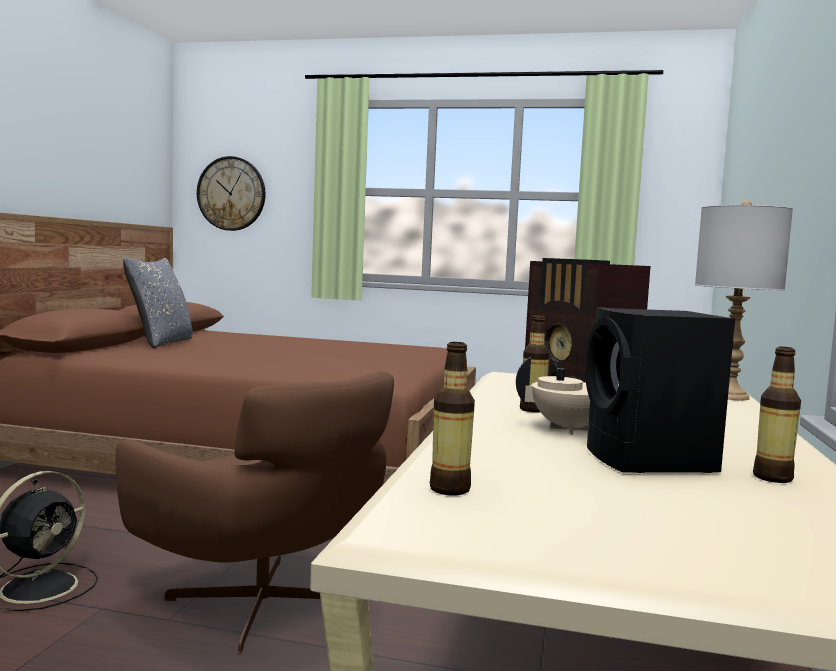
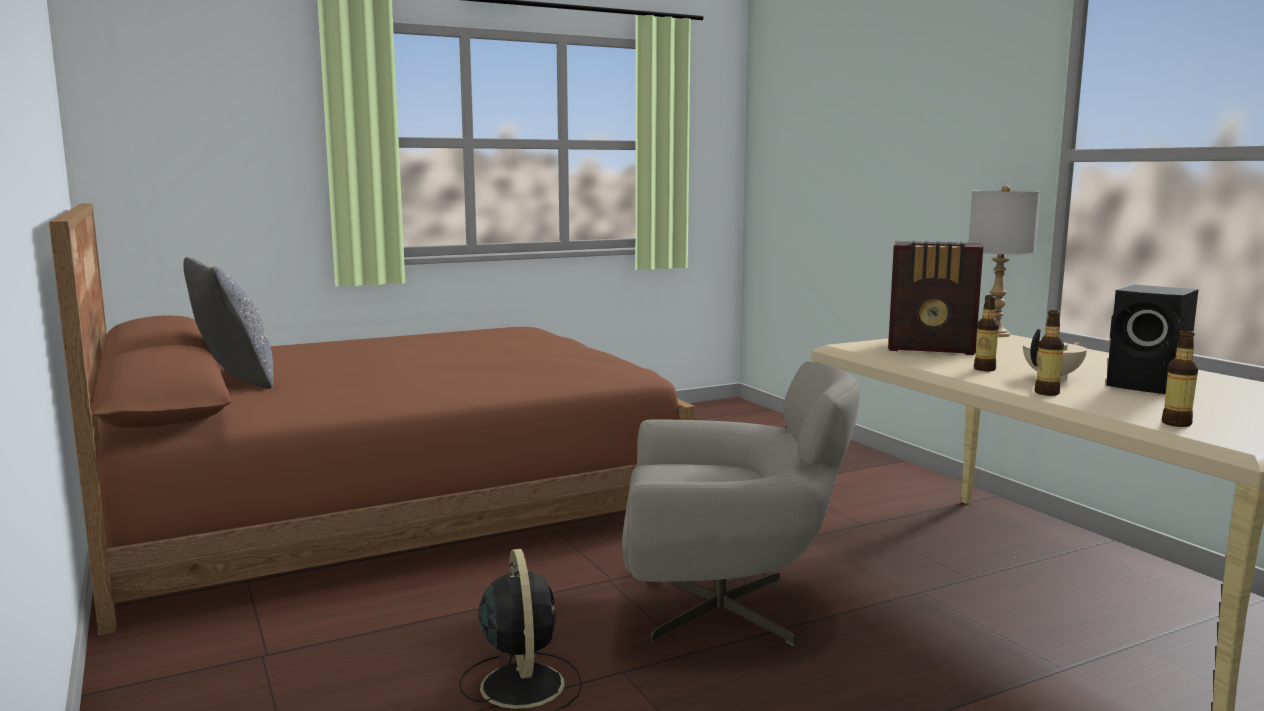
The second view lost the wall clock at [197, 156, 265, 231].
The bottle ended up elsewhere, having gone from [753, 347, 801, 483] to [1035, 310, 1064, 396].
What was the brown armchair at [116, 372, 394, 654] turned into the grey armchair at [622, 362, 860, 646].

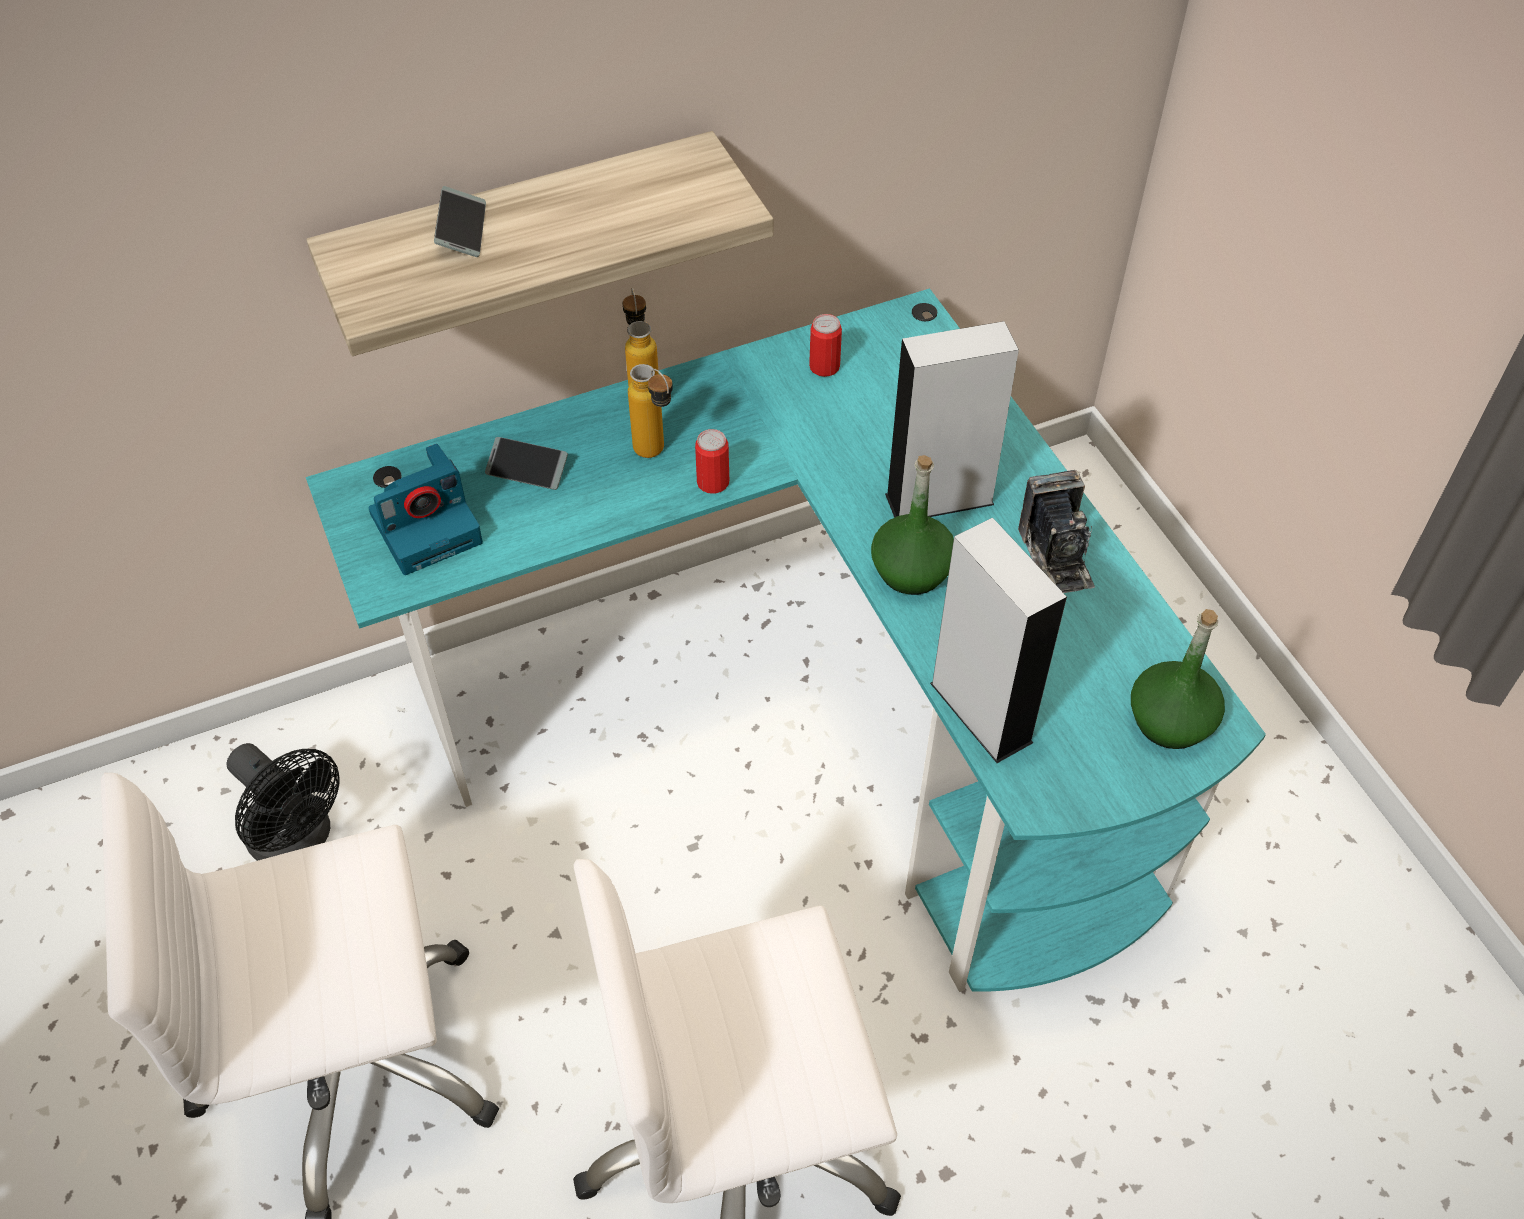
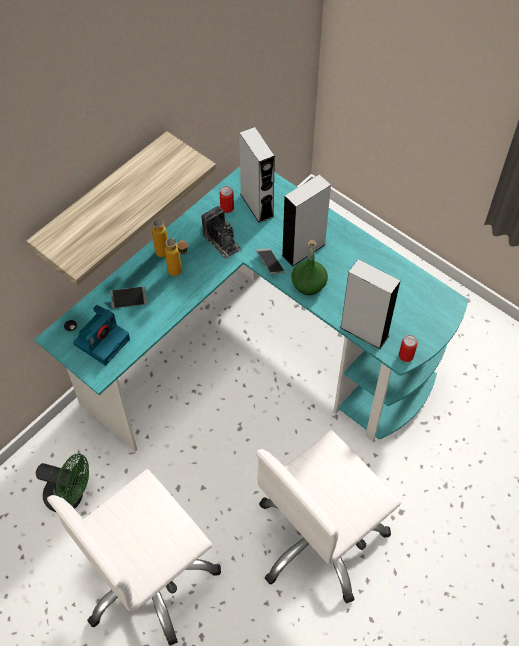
The phone ended up elsewhere, having gone from [434, 186, 486, 257] to [256, 248, 285, 275].
The can ended up elsewhere, having gone from [695, 429, 729, 494] to [399, 335, 417, 362].
The photo camera ended up elsewhere, having gone from [1018, 470, 1095, 593] to [202, 206, 242, 259].
The second view lost the green bottle at [1131, 609, 1225, 749].
What was the black fan at [227, 743, 340, 861] turned into the green fan at [36, 454, 89, 512].
The second view gained the grey speaker at [239, 127, 275, 223].

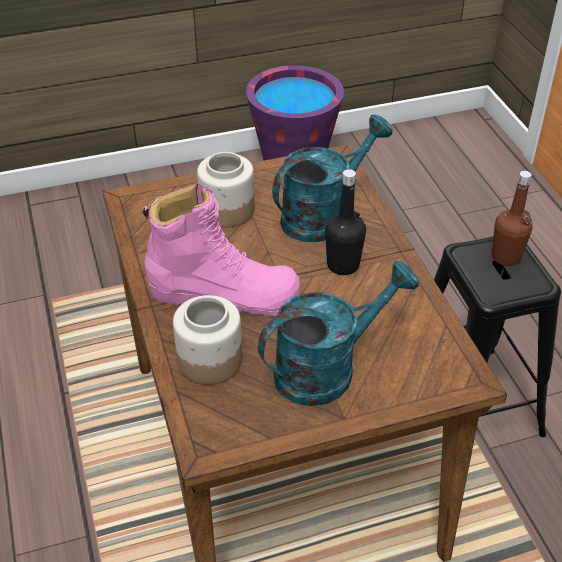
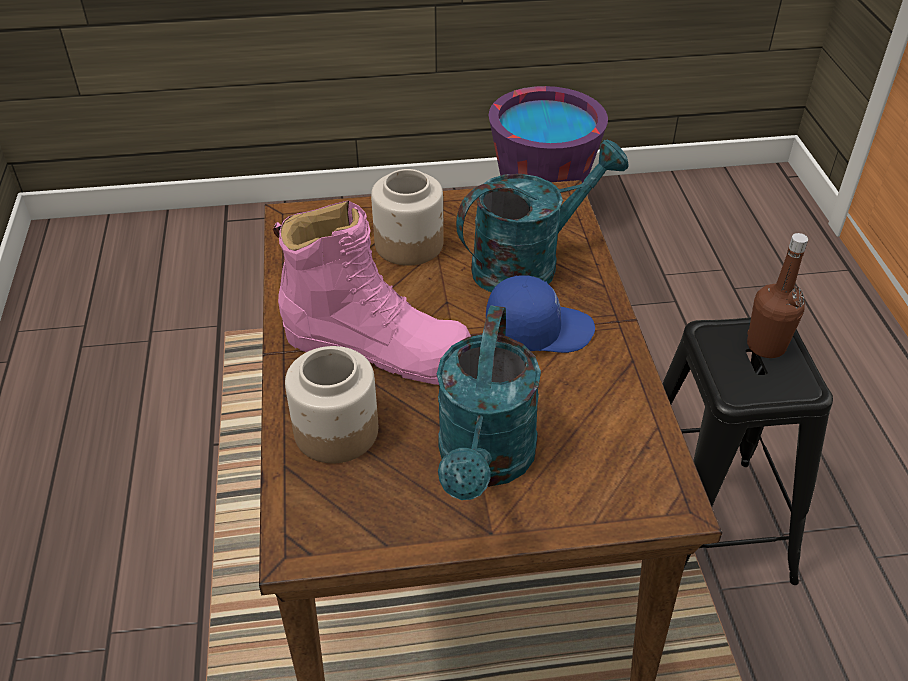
Where the black bottle stood at [325, 169, 366, 275], the blue cap came to stand at [486, 275, 595, 353].
The turquoise watering can at [258, 261, 419, 406] ended up facing another way, 120 degrees clockwise from before.

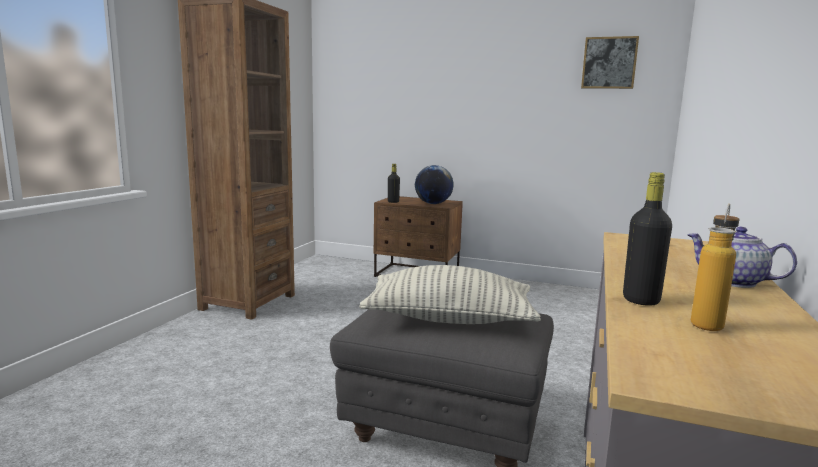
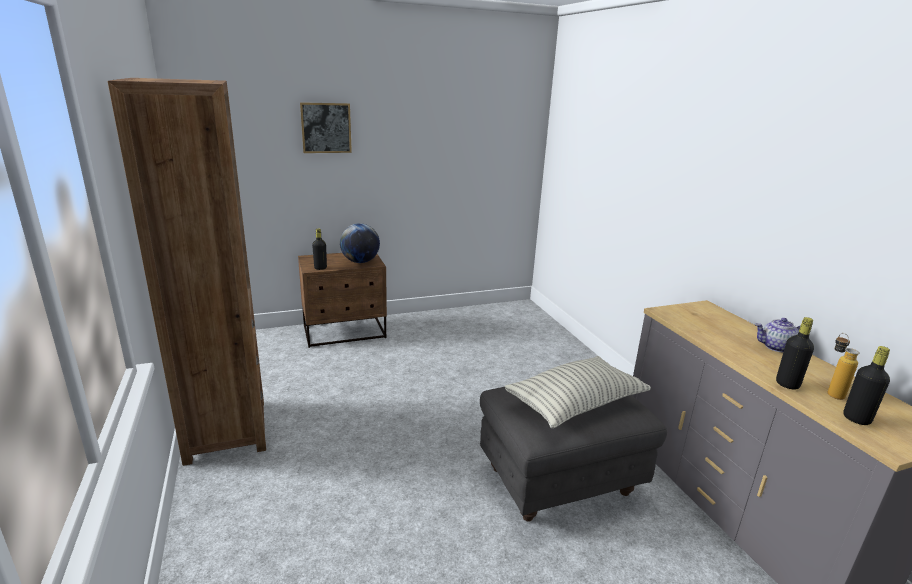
The picture ended up elsewhere, having gone from [581, 36, 639, 89] to [300, 102, 352, 153].
The second view gained the black bottle at [843, 346, 890, 425].

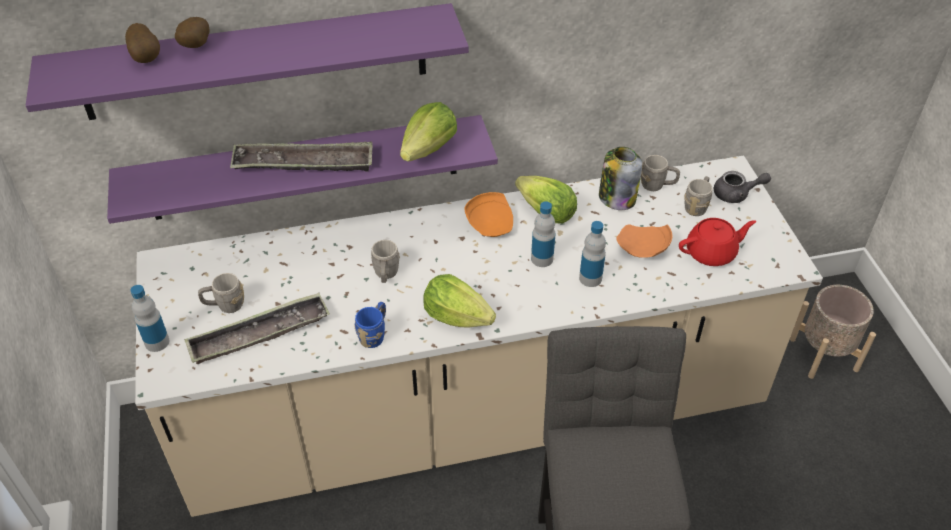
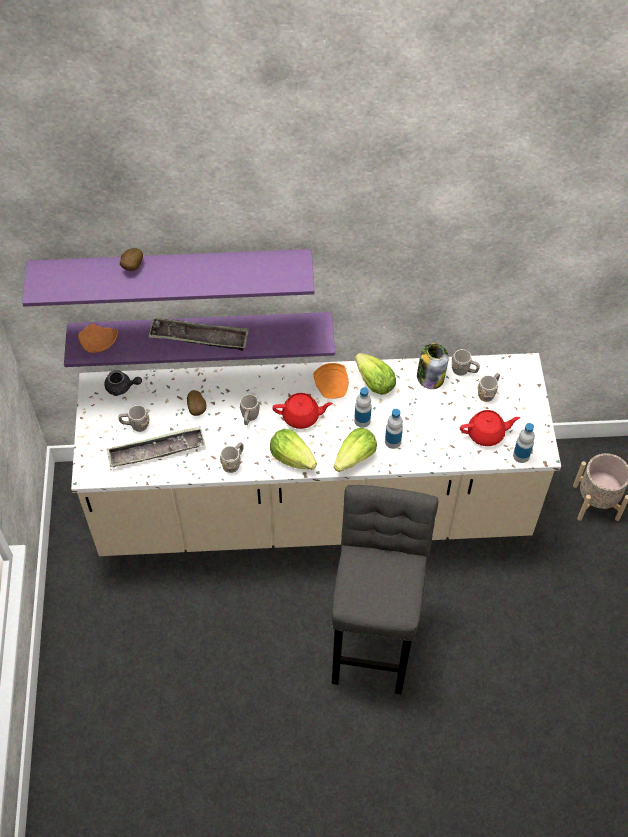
The potato ended up elsewhere, having gone from [125, 23, 160, 63] to [187, 390, 206, 416].
The lettuce ended up elsewhere, having gone from [400, 102, 457, 162] to [334, 428, 377, 472].
The grey teapot ended up elsewhere, having gone from [714, 171, 771, 203] to [104, 370, 142, 396].
The orange plate ended up elsewhere, having gone from [616, 224, 672, 258] to [78, 324, 118, 353].
The bottle ended up elsewhere, having gone from [130, 285, 170, 352] to [513, 423, 535, 463].
What was the blue mug at [354, 302, 386, 348] turned into the grey mug at [220, 442, 244, 473].
The second view gained the red teapot at [273, 393, 333, 429].

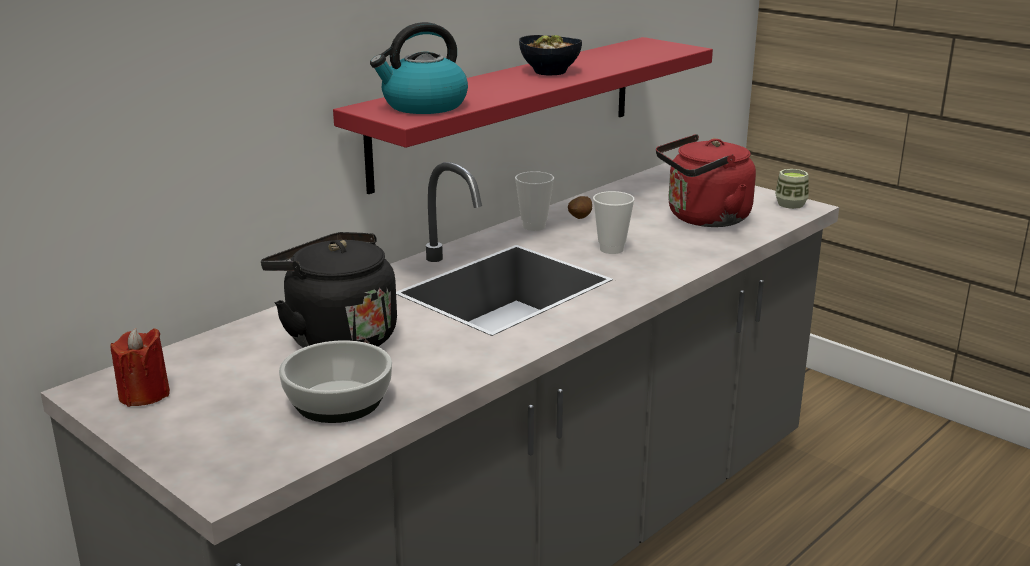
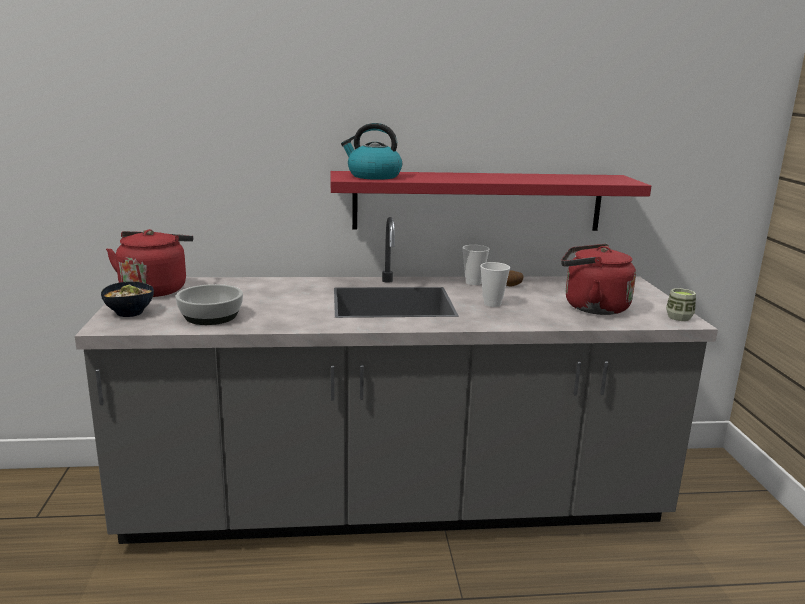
The bowl ended up elsewhere, having gone from [519, 35, 582, 75] to [101, 282, 154, 317].
The second view lost the black kettle at [261, 232, 397, 348].
Where the red candle stood at [110, 328, 170, 407], the red kettle came to stand at [106, 229, 193, 297].

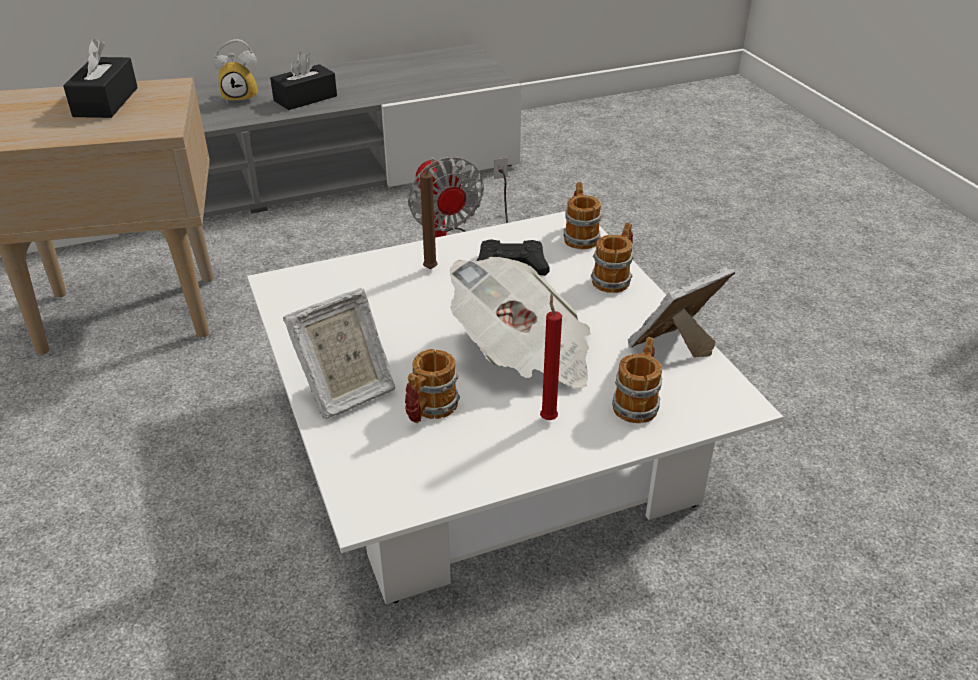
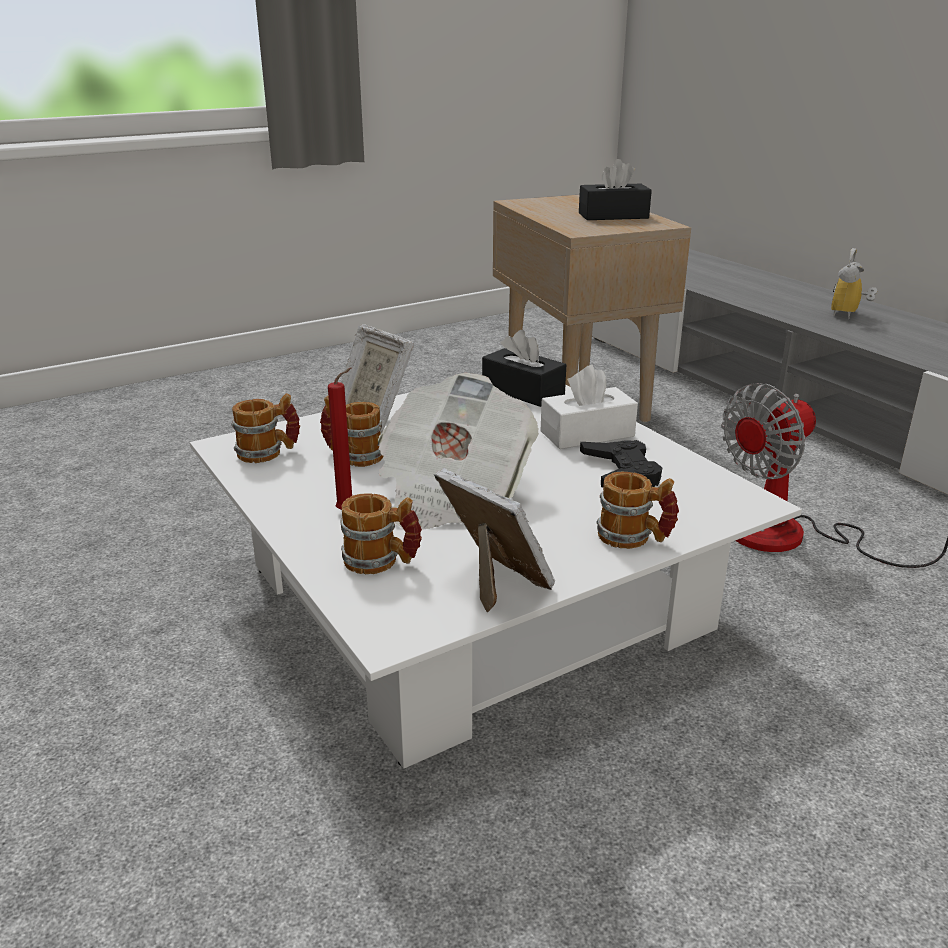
The alarm clock at [214, 39, 258, 104] ended up facing another way, 45 degrees clockwise from before.
The black tissue box ended up elsewhere, having gone from [270, 52, 337, 110] to [482, 330, 566, 407].
Where the brown candle stood at [420, 162, 439, 269], the white tissue box came to stand at [541, 365, 638, 449].
The mug ended up elsewhere, having gone from [563, 182, 601, 249] to [232, 393, 300, 463].

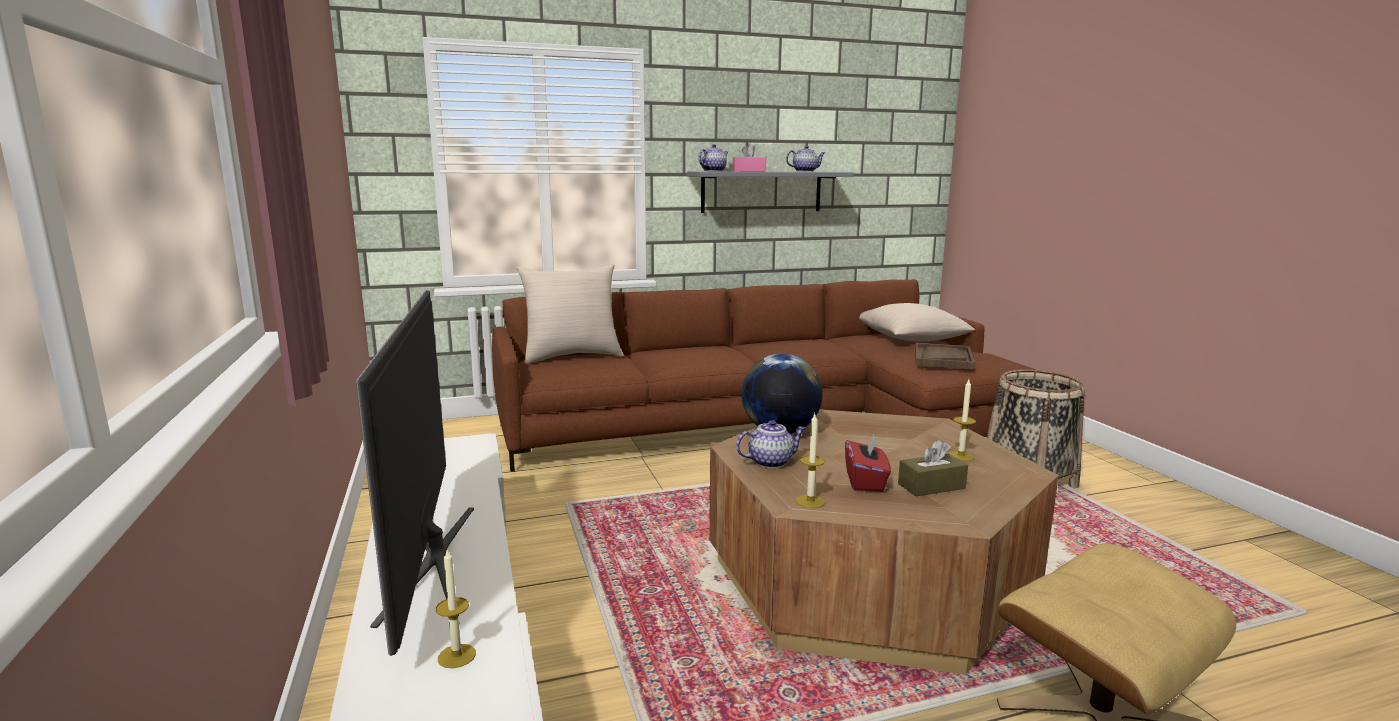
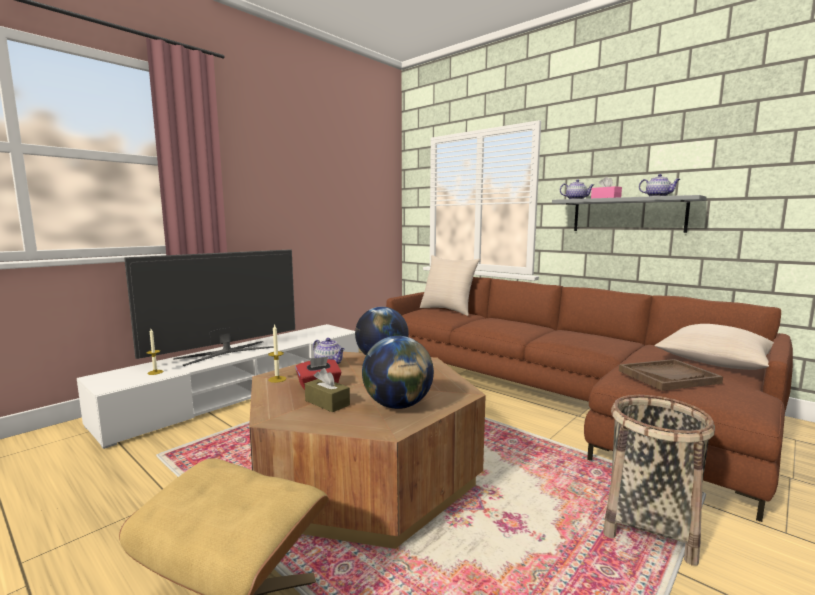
Where the candle stood at [949, 380, 976, 461], the globe came to stand at [362, 336, 434, 409].

